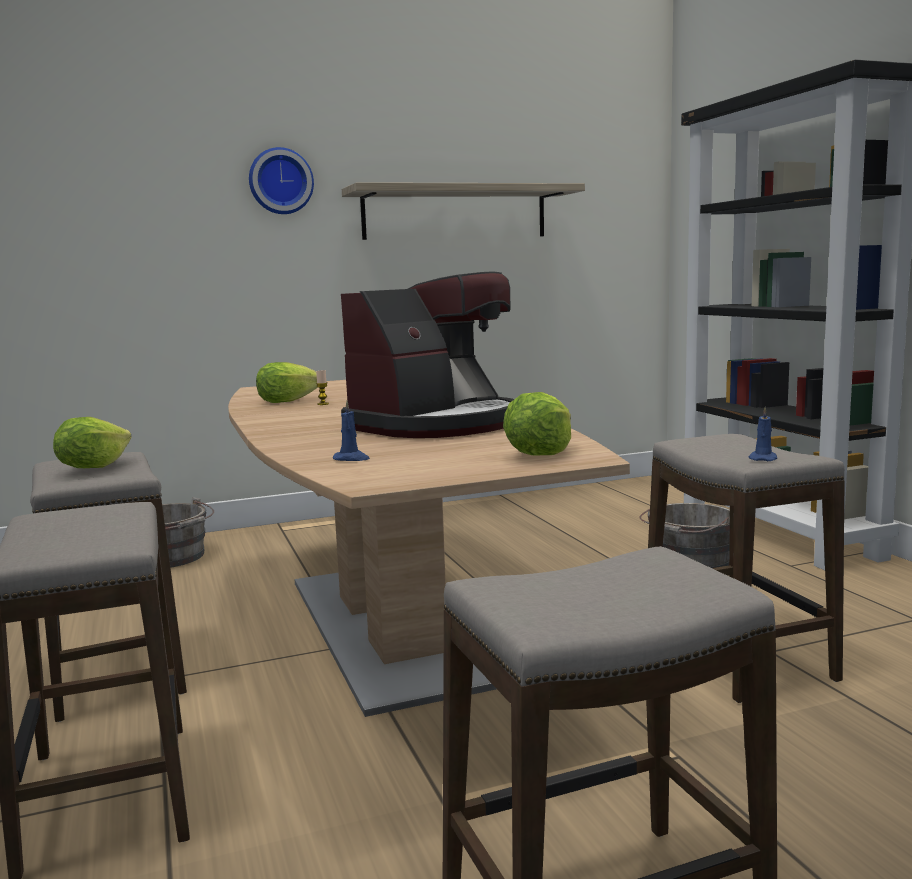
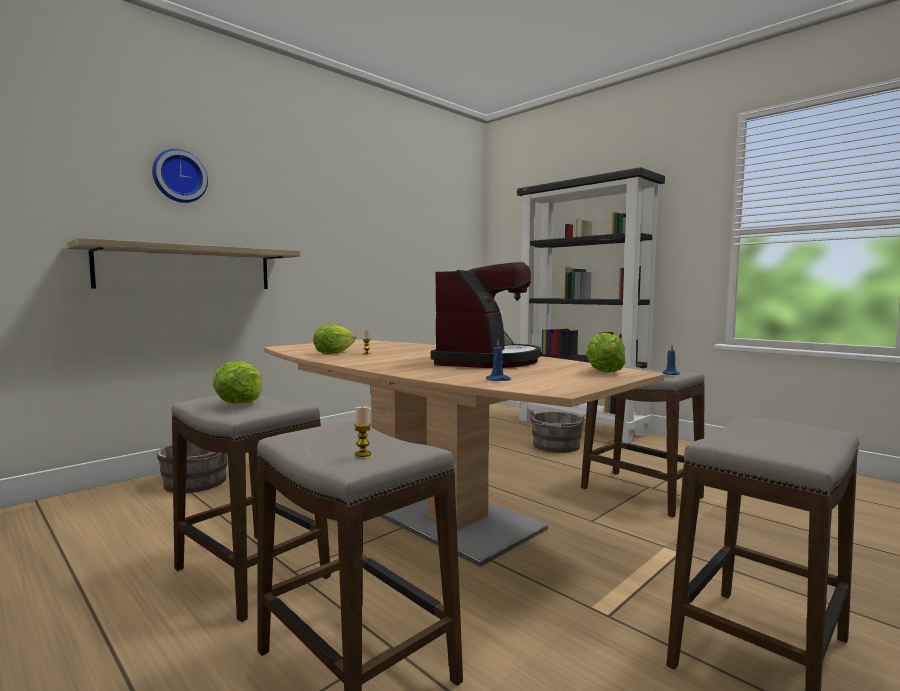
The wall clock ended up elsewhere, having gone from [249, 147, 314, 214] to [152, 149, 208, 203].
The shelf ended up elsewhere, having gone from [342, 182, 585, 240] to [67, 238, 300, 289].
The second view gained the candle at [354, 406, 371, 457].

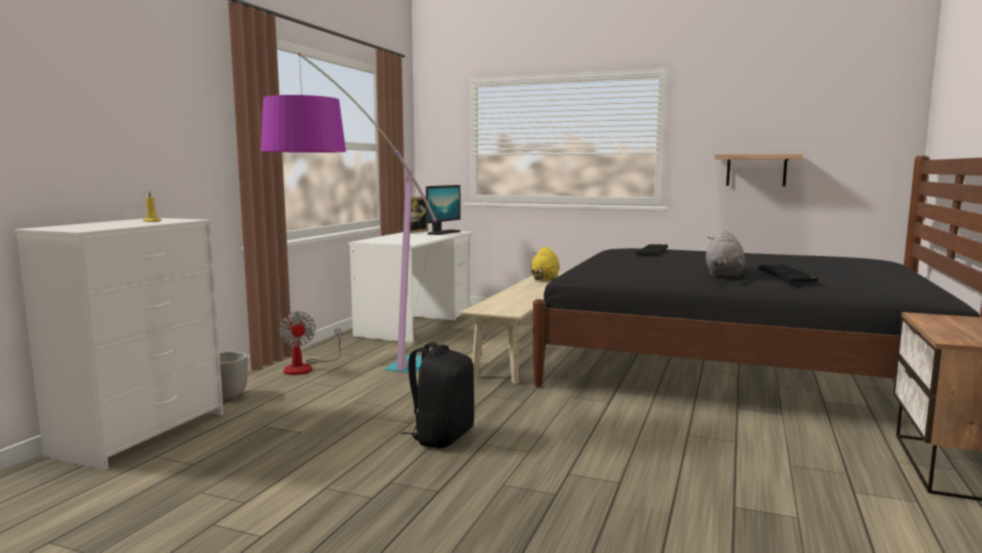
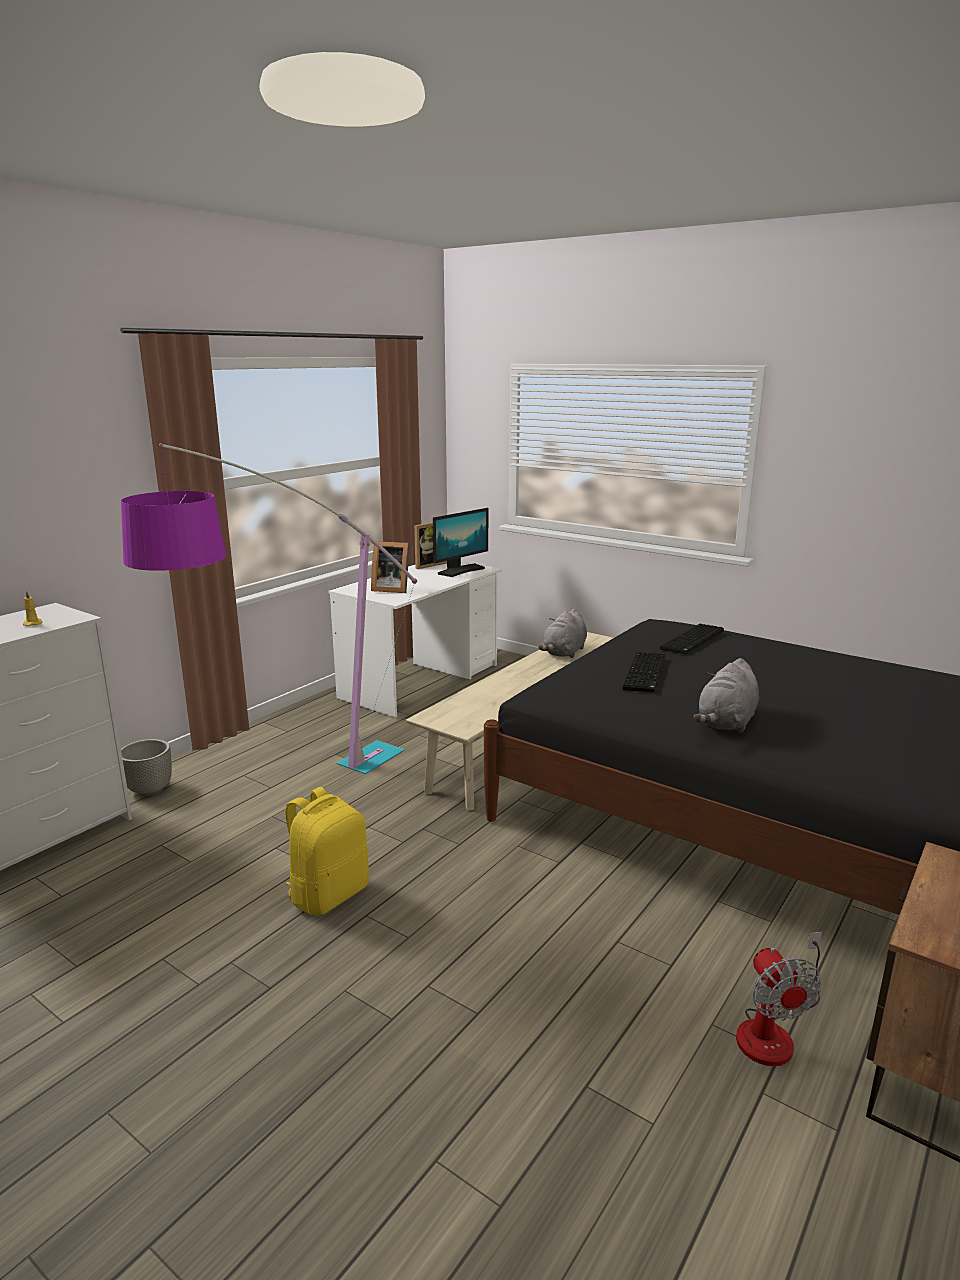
The second view lost the shelf at [715, 154, 803, 186].
What was the yellow plush toy at [531, 247, 559, 281] turned into the grey plush toy at [538, 609, 587, 658].
The keyboard ended up elsewhere, having gone from [758, 264, 818, 283] to [622, 652, 666, 693].
The fan ended up elsewhere, having gone from [279, 312, 342, 375] to [736, 931, 822, 1066].
What was the black backpack at [401, 342, 474, 448] turned into the yellow backpack at [285, 787, 369, 915].
The second view gained the picture frame at [371, 541, 410, 593].

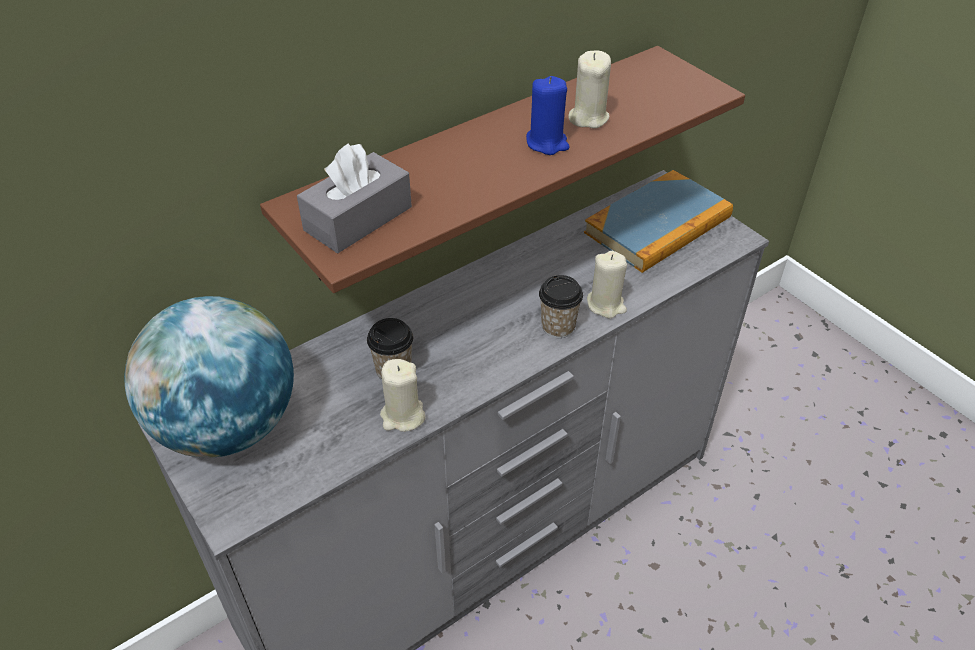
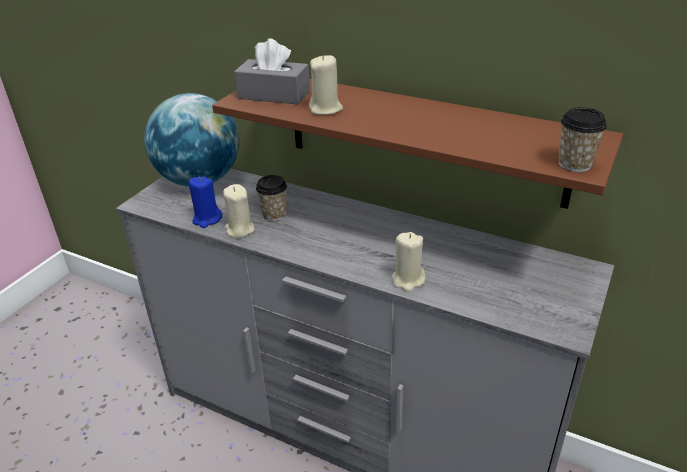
The beige candle ended up elsewhere, having gone from [569, 51, 611, 128] to [309, 54, 343, 115].
The blue candle ended up elsewhere, having gone from [526, 76, 570, 155] to [189, 177, 222, 228].
The second view lost the book at [584, 170, 733, 273].
The cup ended up elsewhere, having gone from [539, 275, 583, 338] to [558, 107, 607, 172].

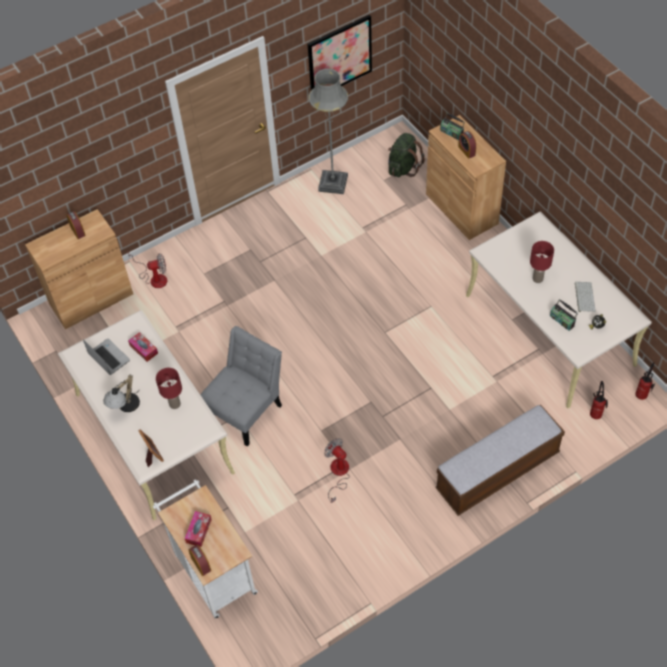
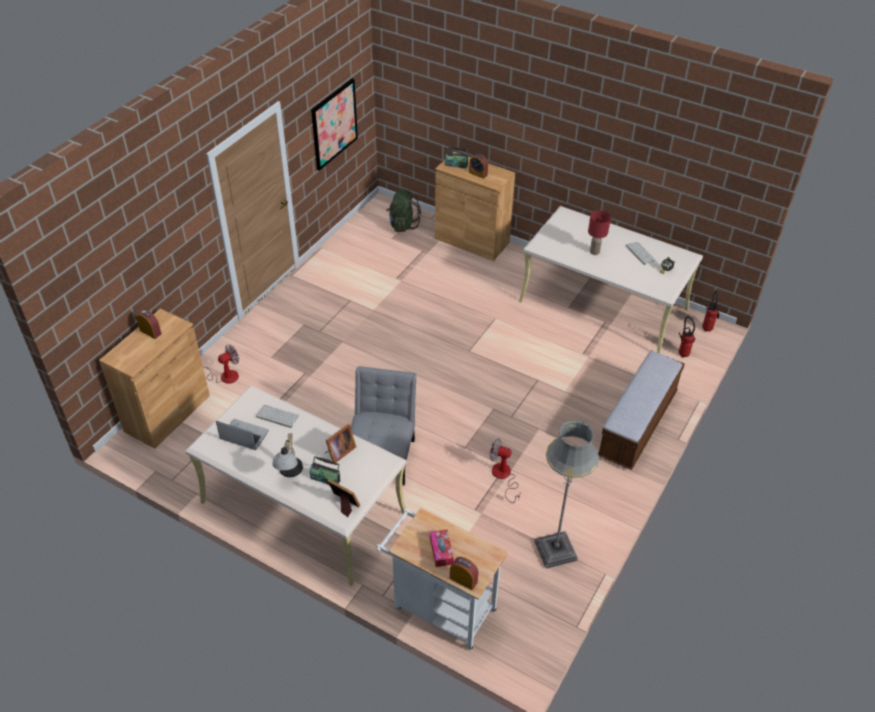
The grey floor lamp ended up elsewhere, having gone from [309, 68, 348, 194] to [534, 420, 599, 569].
The radio ended up elsewhere, having gone from [550, 299, 578, 331] to [310, 456, 340, 485].
Where the tissue box stood at [128, 332, 158, 362], the keyboard came to stand at [256, 405, 299, 428].
Where the red table lamp stood at [156, 368, 182, 409], the picture frame came to stand at [325, 424, 356, 463].

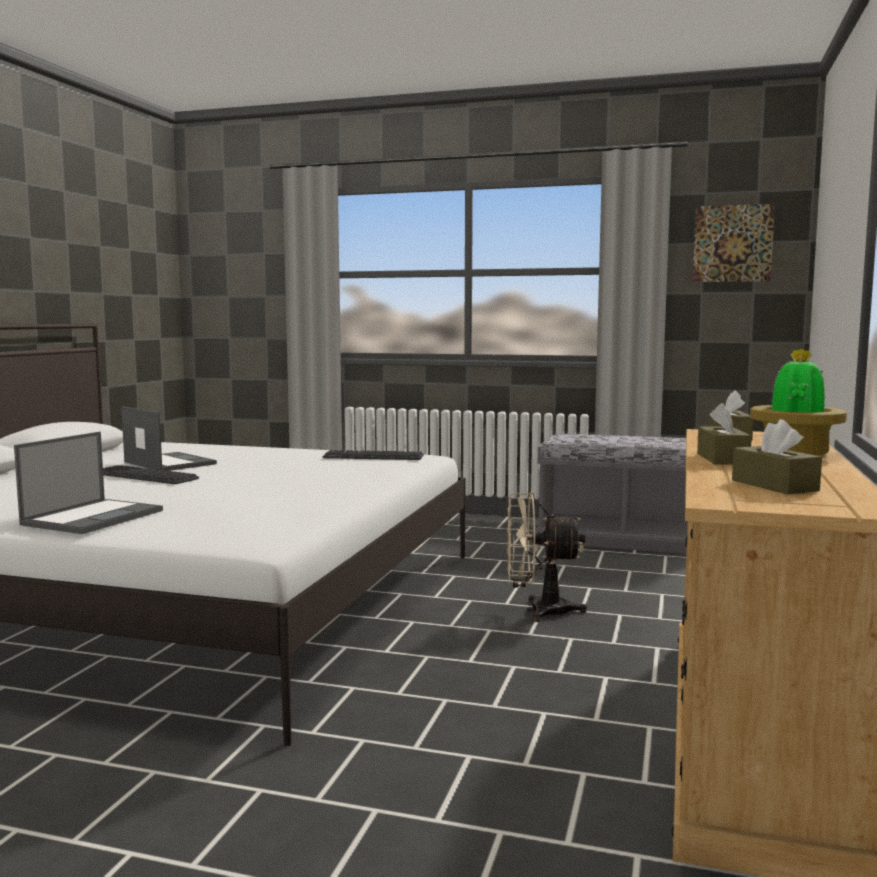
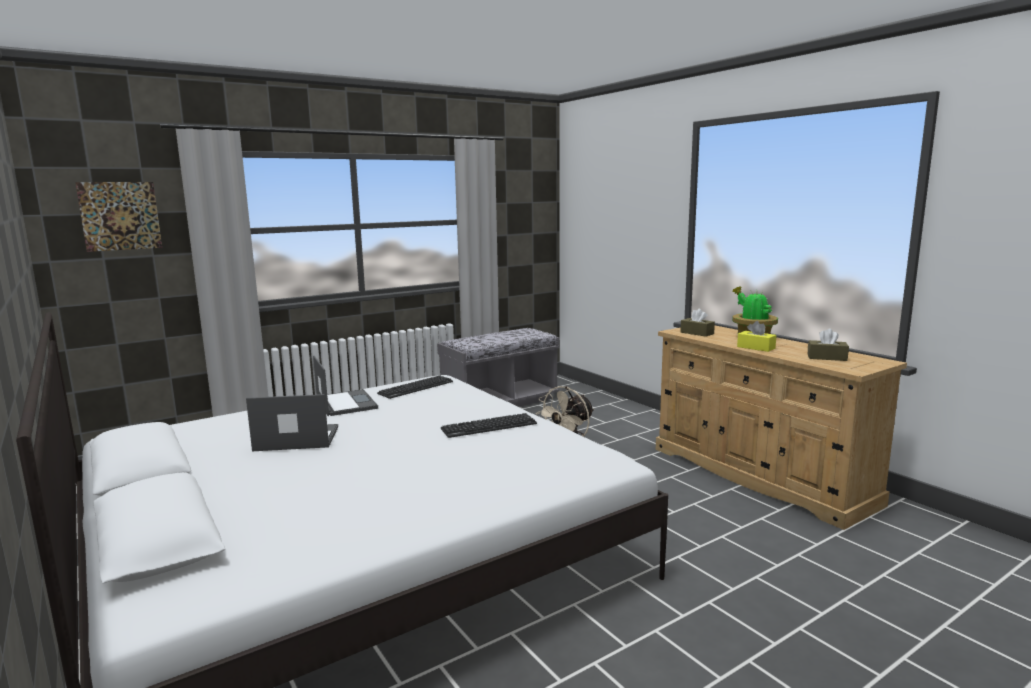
The picture ended up elsewhere, having gone from [693, 204, 775, 282] to [75, 182, 162, 252].
What was the brown tissue box at [697, 403, 752, 465] turned into the yellow tissue box at [737, 321, 776, 352].
The laptop ended up elsewhere, having gone from [14, 432, 163, 534] to [313, 356, 378, 416].
The keyboard ended up elsewhere, having gone from [103, 465, 199, 484] to [441, 413, 537, 438].

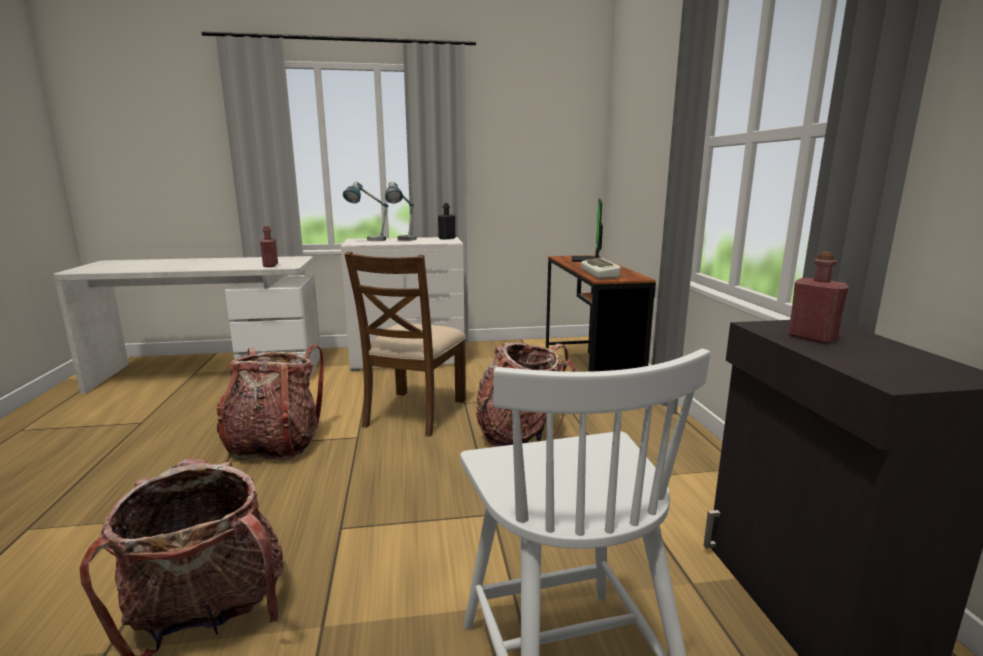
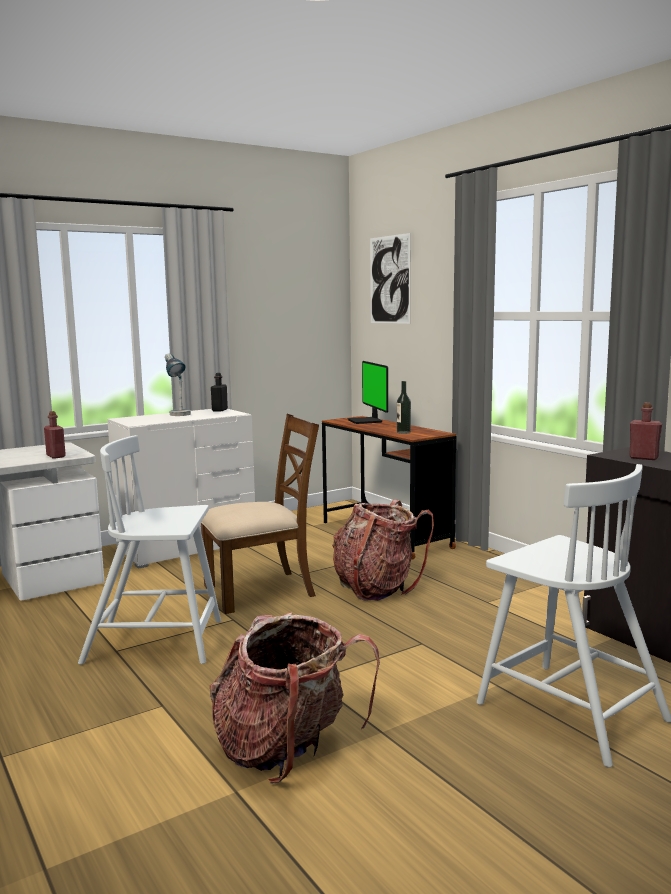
The second view lost the table lamp at [343, 181, 388, 241].
The brown chair at [345, 252, 466, 437] ended up facing another way, 105 degrees counterclockwise from before.
Where the keyboard stood at [581, 258, 621, 279], the bottle came to stand at [397, 381, 411, 434].
Where the backpack stood at [217, 344, 324, 461], the white chair came to stand at [78, 435, 221, 665].
The second view gained the picture at [370, 233, 410, 324].

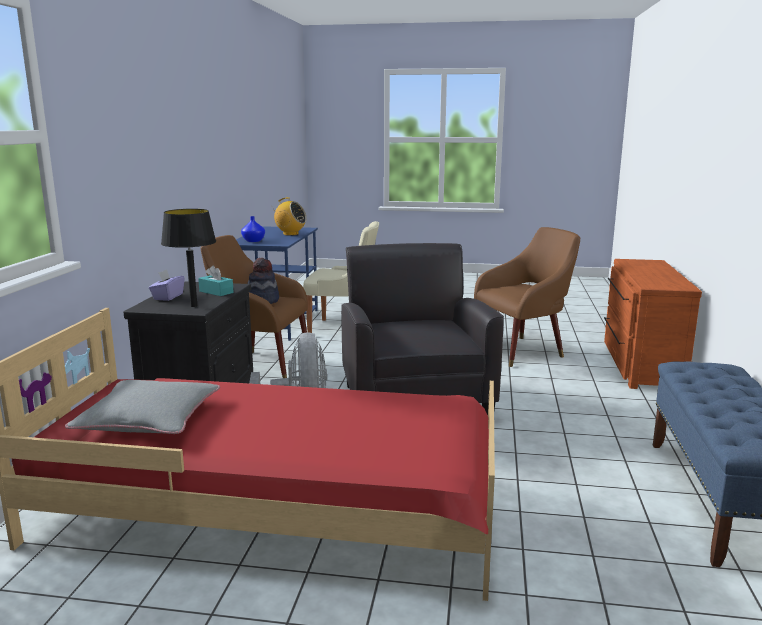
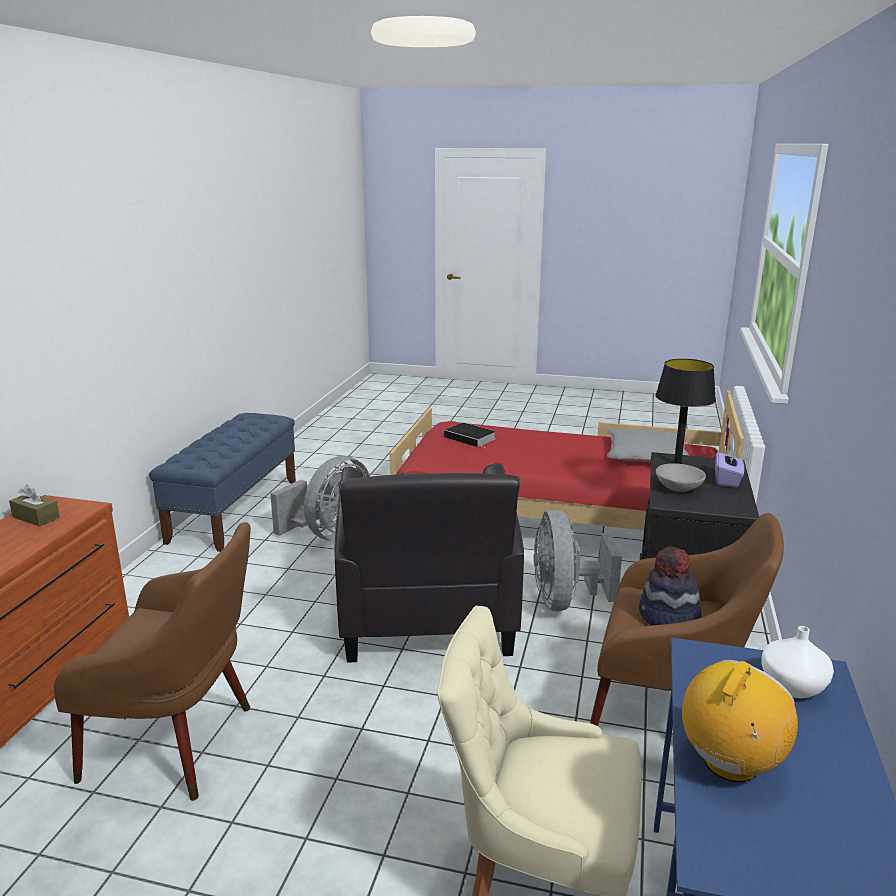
The radio at [272, 197, 307, 236] ended up facing another way, 105 degrees clockwise from before.
What was the blue vase at [241, 216, 265, 242] turned into the white vase at [761, 626, 834, 698].
The brown armchair at [474, 227, 580, 367] ended up facing another way, 150 degrees counterclockwise from before.
Where the turquoise tissue box stood at [198, 265, 234, 296], the grey bowl came to stand at [656, 463, 706, 492].
The second view gained the book at [444, 423, 496, 448].
The second view gained the grey fan at [270, 456, 370, 541].
The second view gained the brown tissue box at [9, 485, 60, 527].

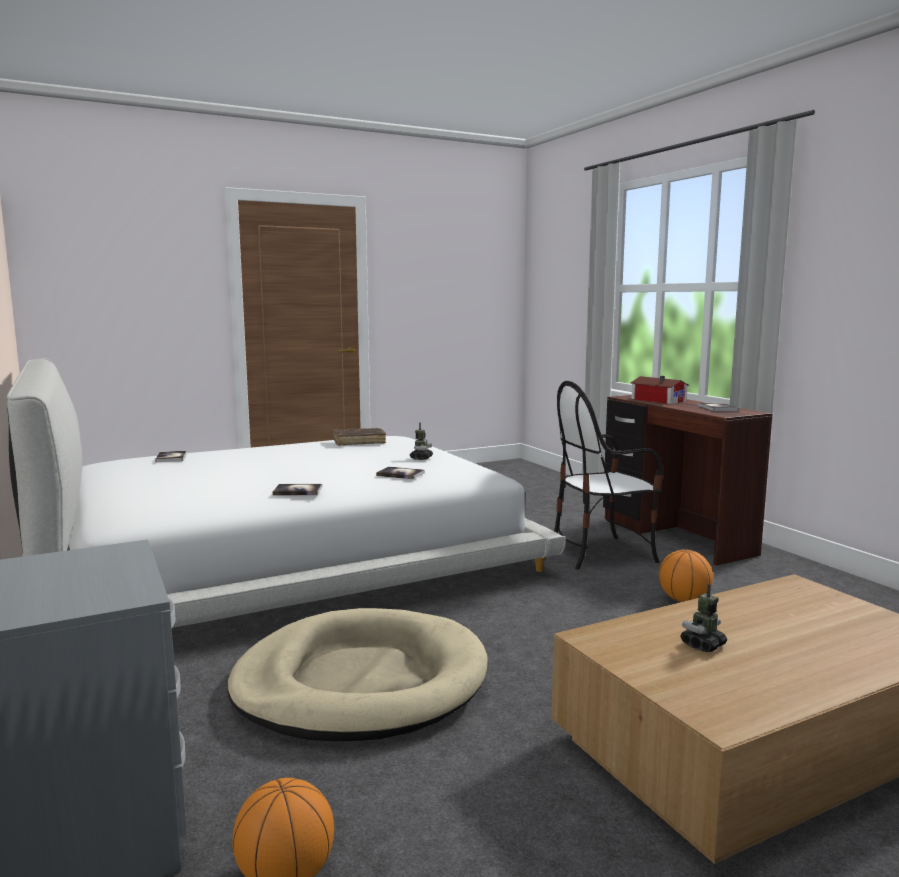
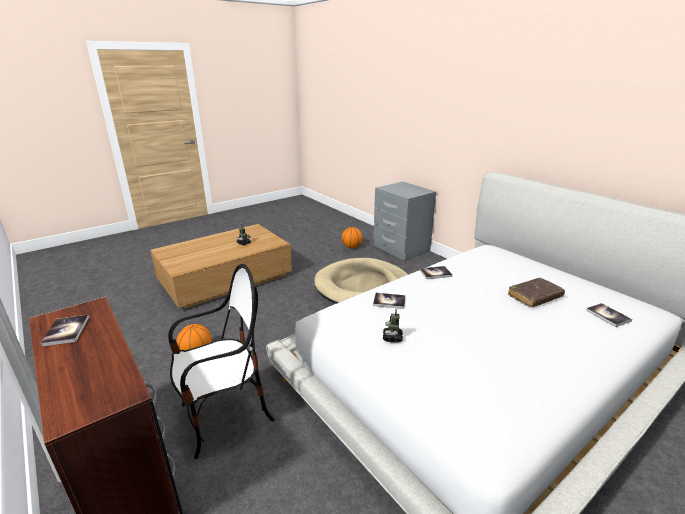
The second view lost the toy house at [630, 376, 688, 404].
The brown book ended up elsewhere, having gone from [333, 428, 386, 446] to [508, 278, 565, 307].

